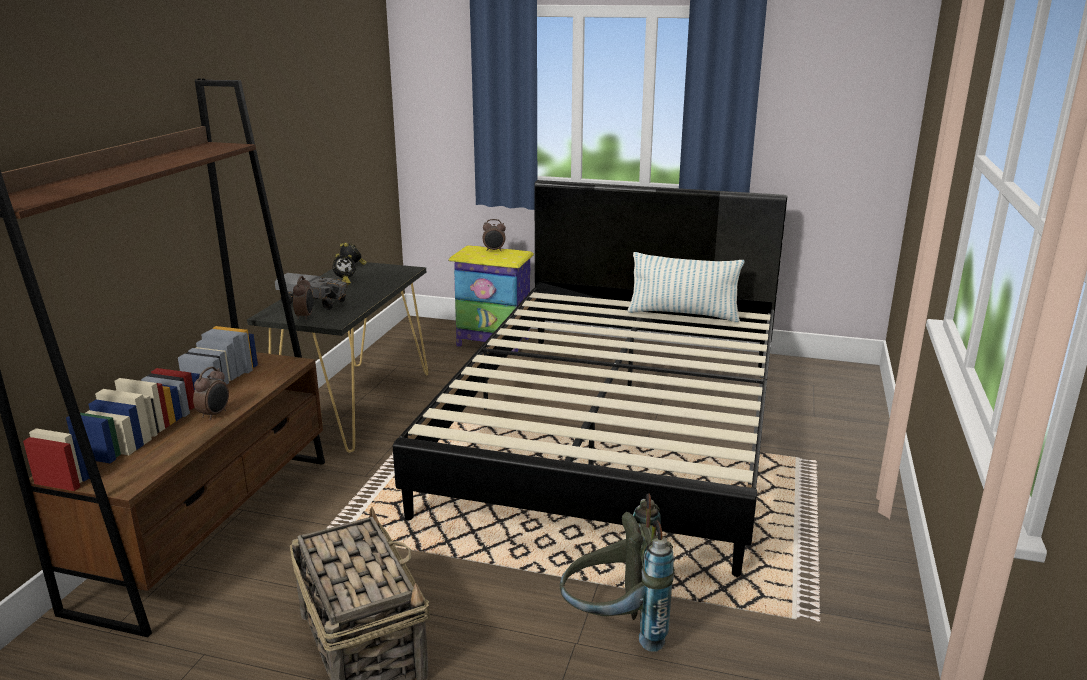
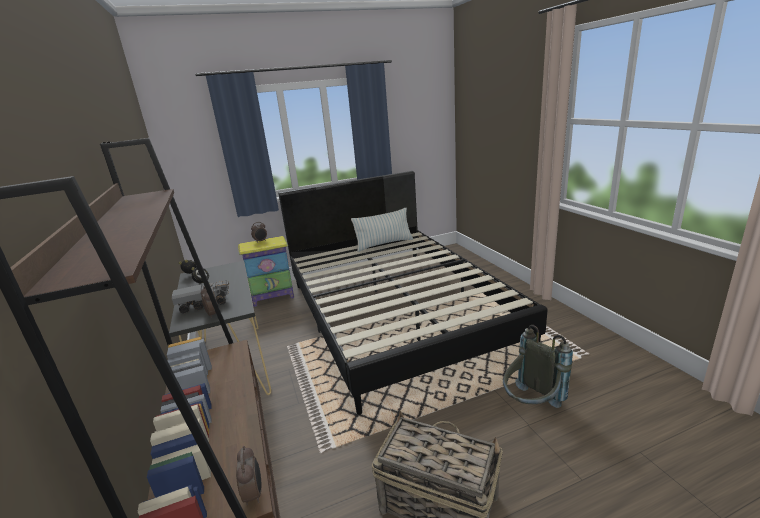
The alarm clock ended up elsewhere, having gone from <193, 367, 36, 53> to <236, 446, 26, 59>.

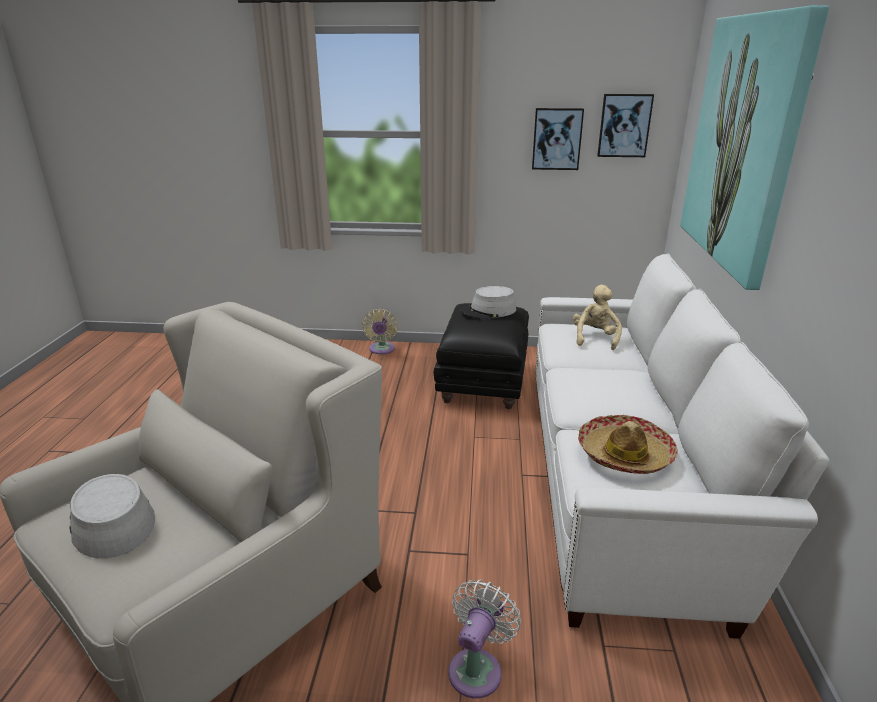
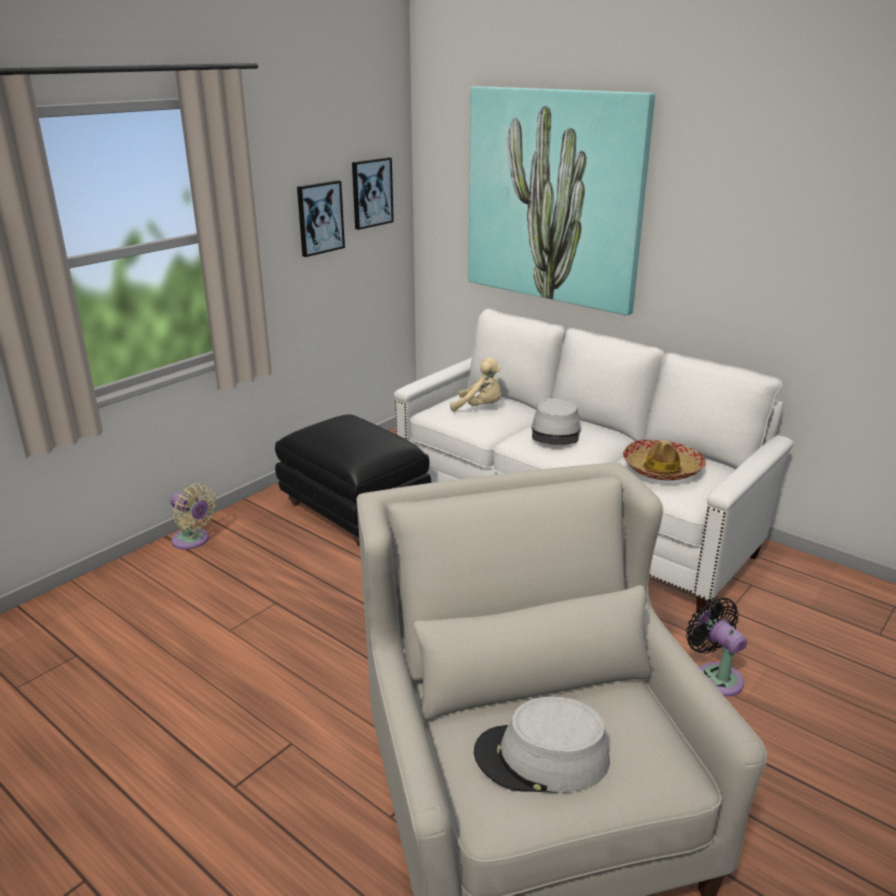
The cuddly toy (beige-coloured) at <572, 285, 50, 65> ended up facing another way, 150 degrees clockwise from before.
The hat (greyish) ended up elsewhere, having gone from <461, 286, 55, 34> to <531, 398, 50, 47>.
What was the electric fan (white) at <448, 580, 73, 119> turned into the electric fan (blackish) at <686, 597, 61, 100>.

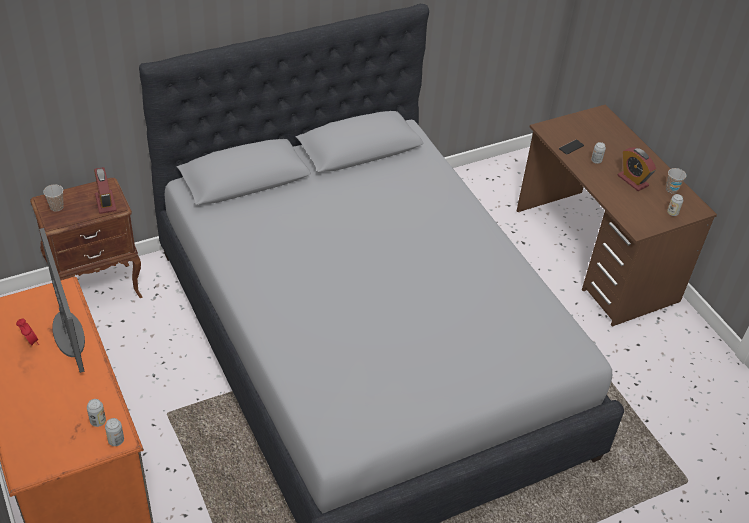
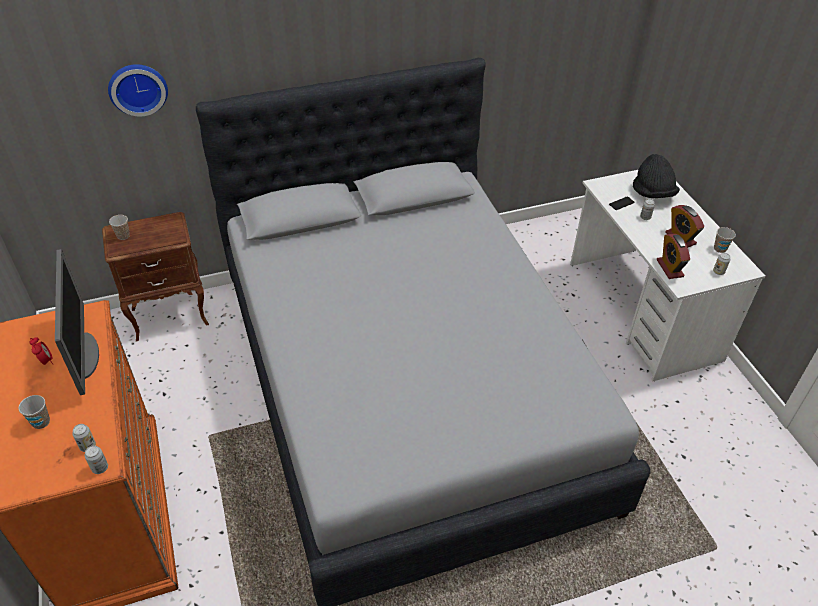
The second view gained the small cup at <18, 395, 32, 34>.
The second view gained the clock on the wall at <108, 64, 60, 52>.
What was the desk table (brown-coloured) at <517, 104, 200, 223> turned into the desk table (white) at <570, 170, 196, 211>.
The second view gained the hat (blackish) at <633, 154, 47, 44>.
The alarm clock ended up elsewhere, having gone from <94, 167, 23, 47> to <656, 234, 34, 45>.

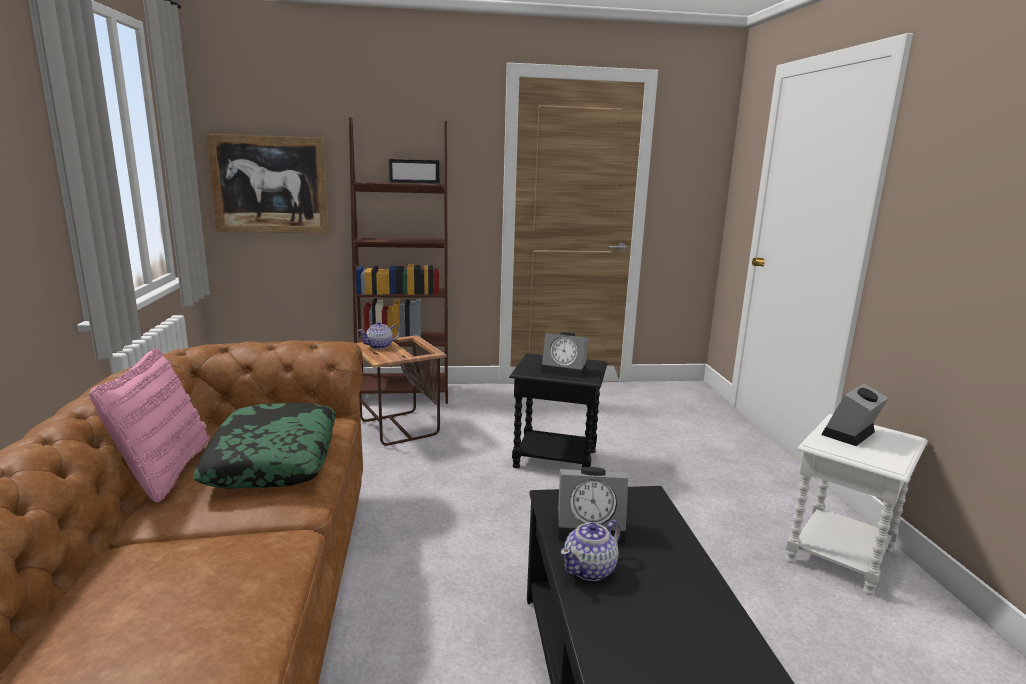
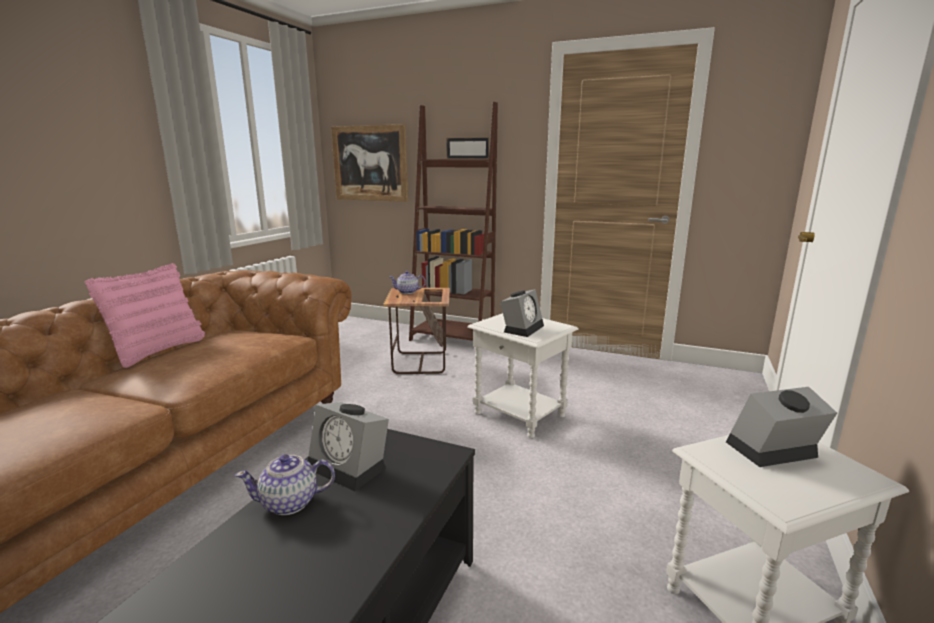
What was the accent table (blackish) at <509, 353, 99, 115> turned into the accent table (white) at <467, 313, 112, 125>.
The alarm clock at <541, 332, 48, 46> ended up facing another way, 105 degrees counterclockwise from before.
The second view lost the cushion at <192, 403, 144, 86>.

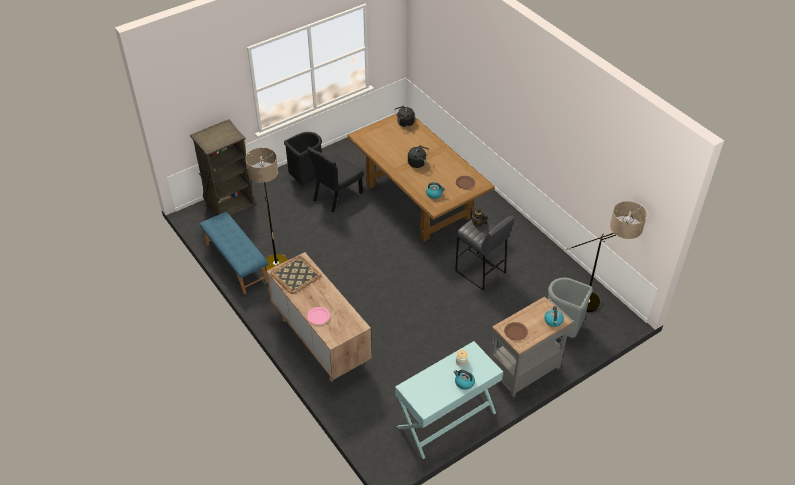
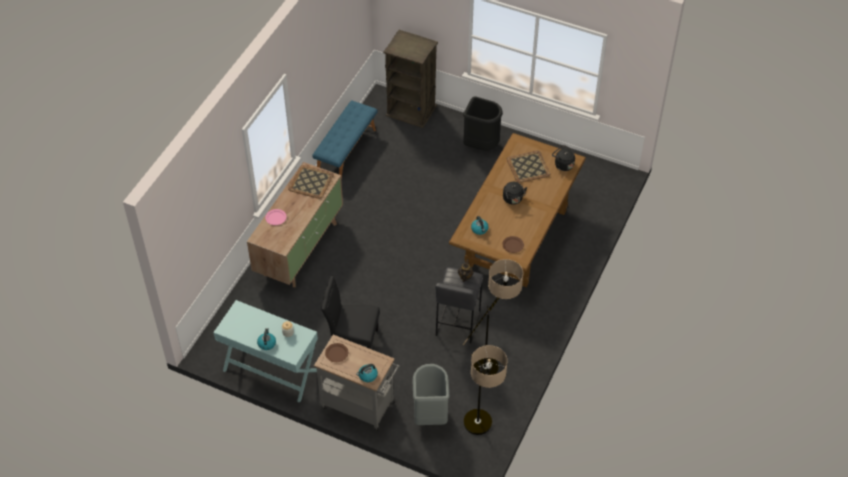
The upright chair (blackish) ended up elsewhere, having gone from <307, 147, 57, 65> to <321, 276, 59, 73>.
The standing lamp ended up elsewhere, having gone from <245, 148, 43, 123> to <463, 259, 60, 116>.
The second view gained the carrying tray at <507, 151, 44, 32>.

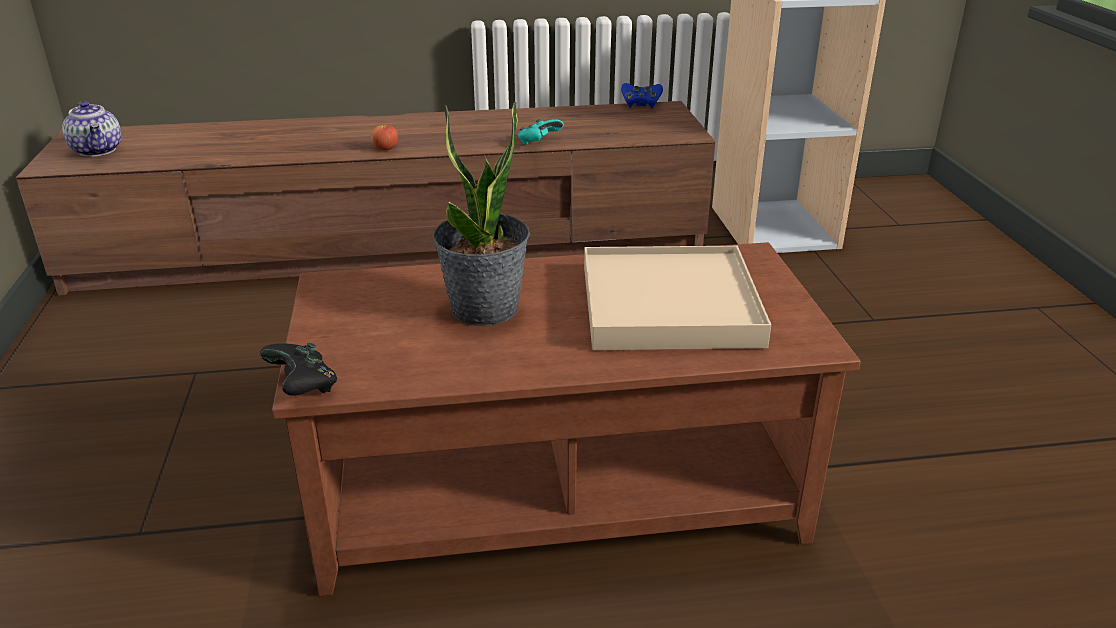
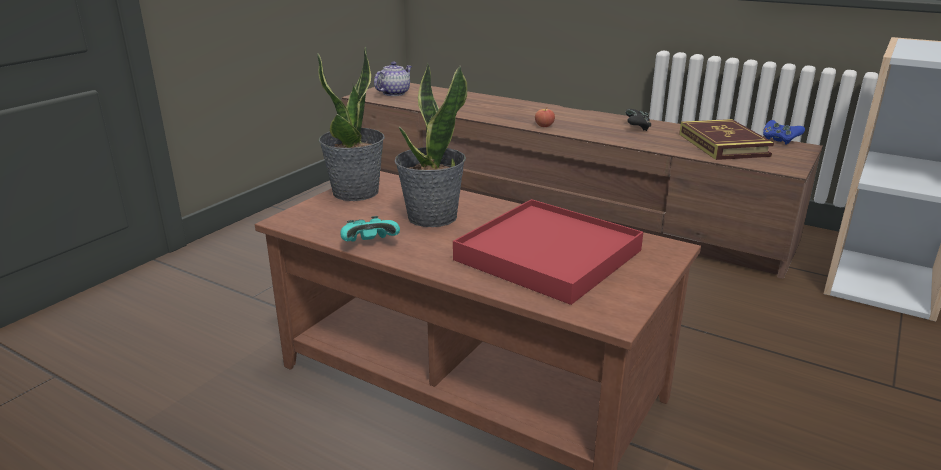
The second view gained the plant in a pot at <317, 46, 68, 155>.
The joypad (turquoise) ended up elsewhere, having gone from <518, 119, 46, 26> to <340, 216, 60, 26>.
The teapot at <62, 101, 60, 56> ended up facing another way, 150 degrees counterclockwise from before.
What was the carrying tray (beige-coloured) at <584, 246, 187, 104> turned into the carrying tray (reddish) at <453, 199, 190, 106>.
The joypad (blackish) ended up elsewhere, having gone from <260, 343, 77, 53> to <625, 109, 26, 22>.
The second view gained the volume at <679, 119, 95, 41>.

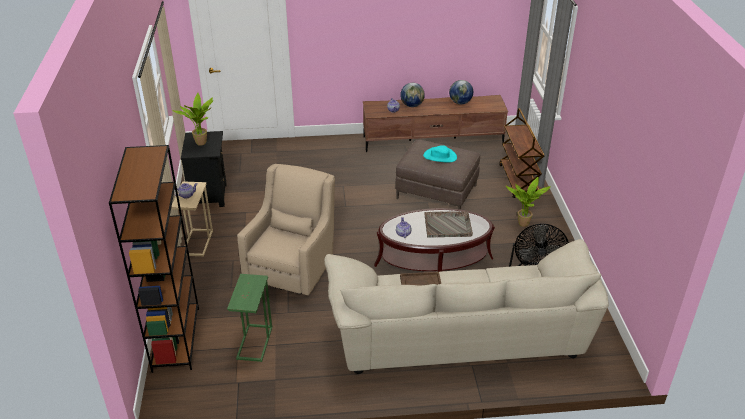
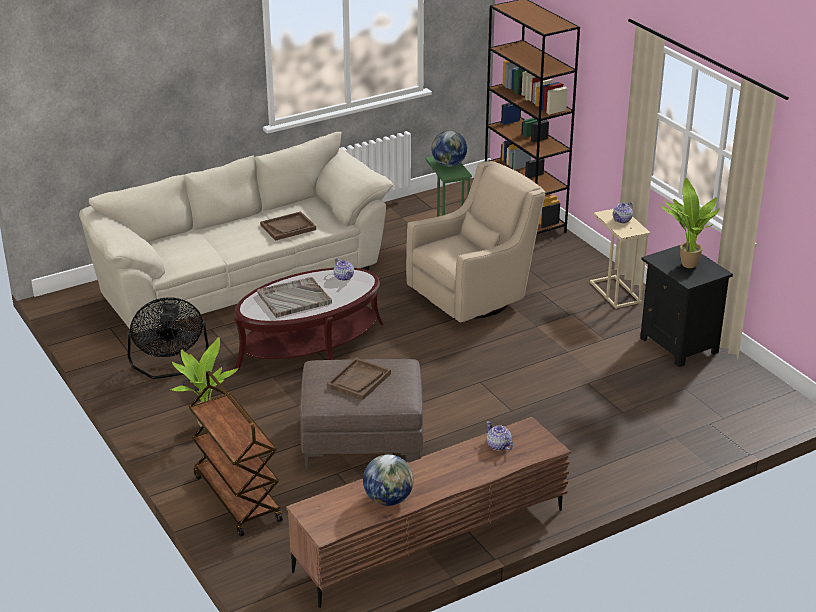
Where the hat (turquoise) stood at <423, 145, 34, 18>, the carrying tray (brown-coloured) came to stand at <327, 358, 64, 42>.
The easy chair (beige-coloured) at <237, 164, 98, 131> ended up facing another way, 120 degrees counterclockwise from before.
The globe ended up elsewhere, having gone from <400, 83, 25, 24> to <431, 130, 36, 37>.

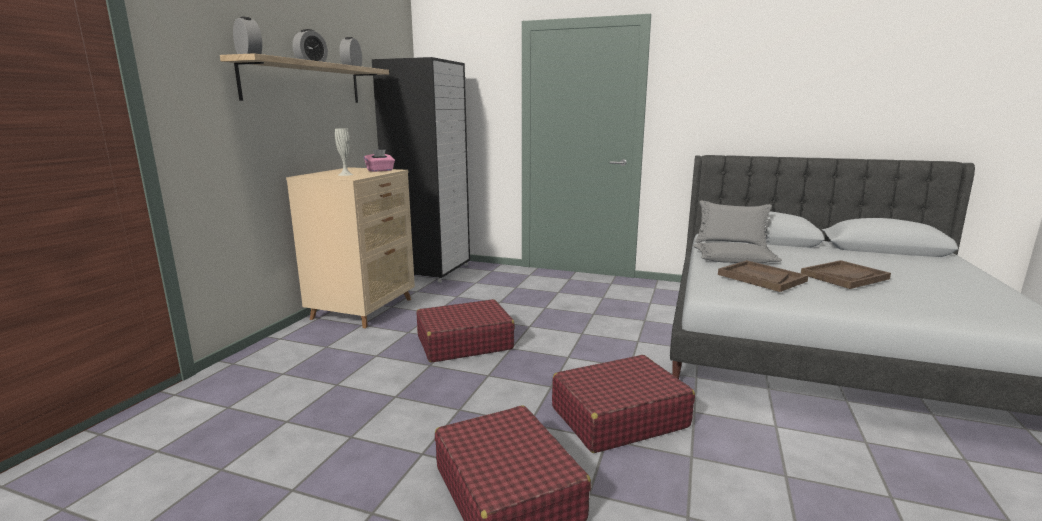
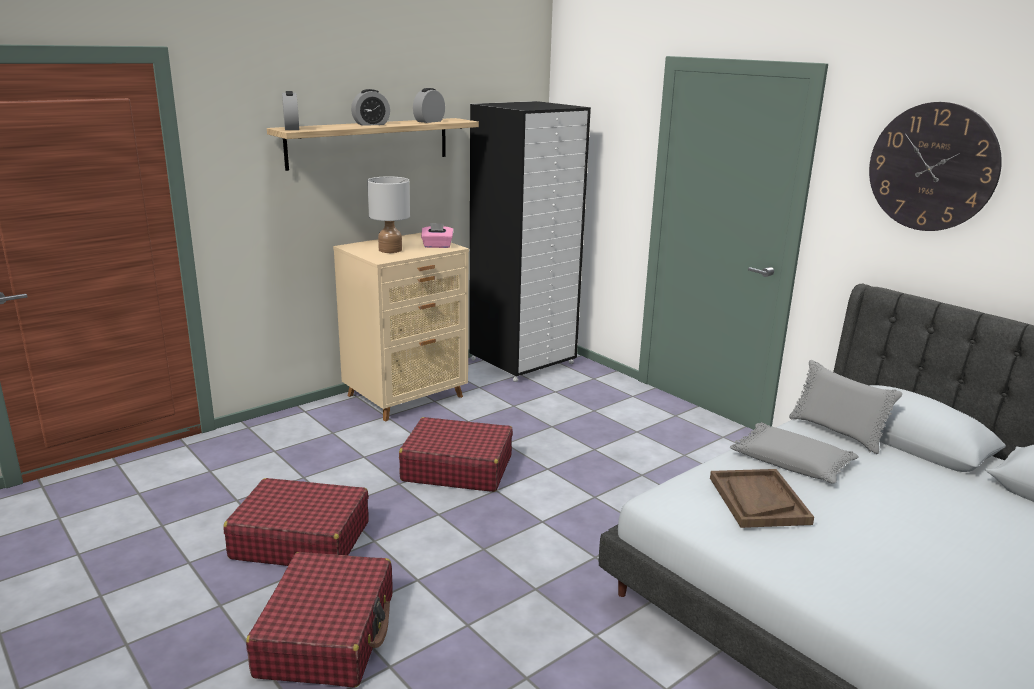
The piece of luggage (reddish) ended up elsewhere, having gone from <552, 355, 143, 98> to <223, 478, 146, 88>.
Where the decorative vase (white) stood at <335, 128, 19, 48>, the table lamp (greyish) came to stand at <367, 176, 43, 77>.
The second view gained the clock on the wall at <869, 102, 133, 129>.
The second view lost the carrying tray (brown-coloured) at <801, 260, 90, 29>.

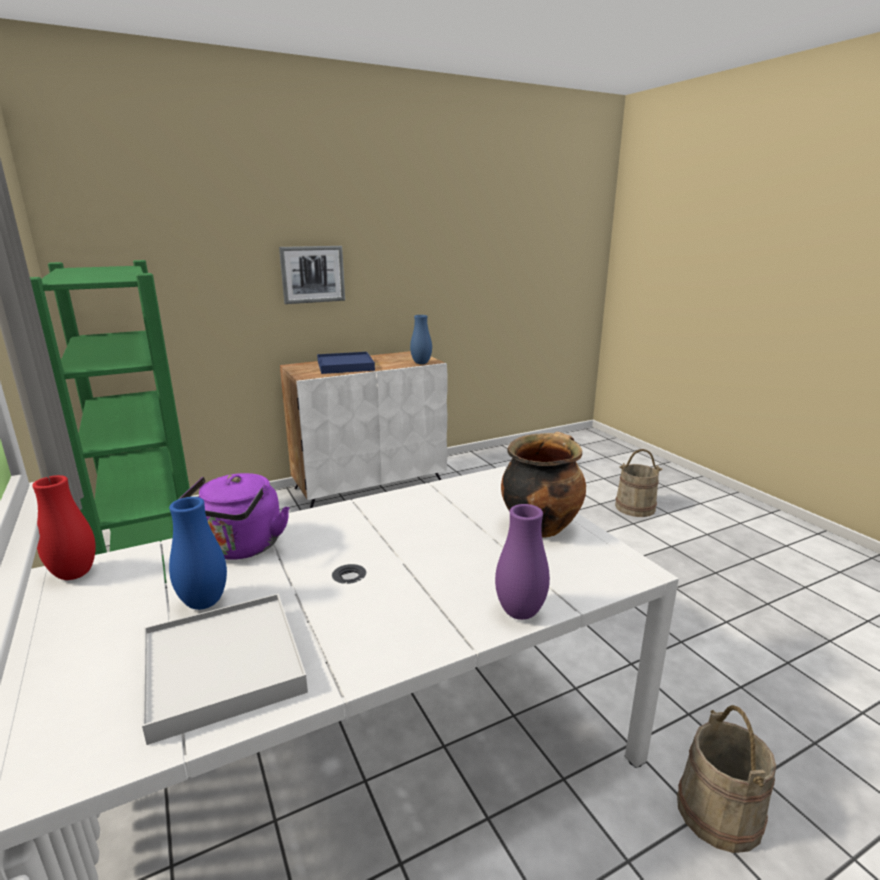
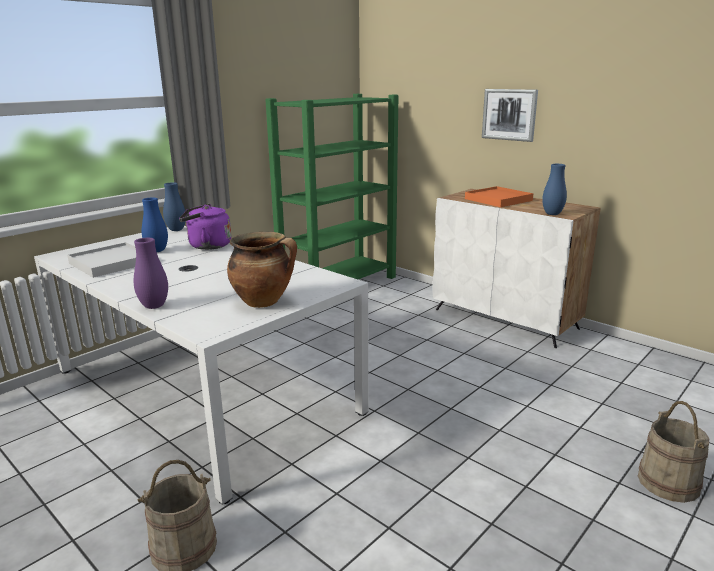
What was the decorative vase (reddish) at <32, 475, 64, 105> turned into the decorative vase (blue) at <163, 182, 23, 49>.
What was the carrying tray (blue) at <317, 352, 58, 22> turned into the carrying tray (orange) at <465, 186, 69, 21>.

